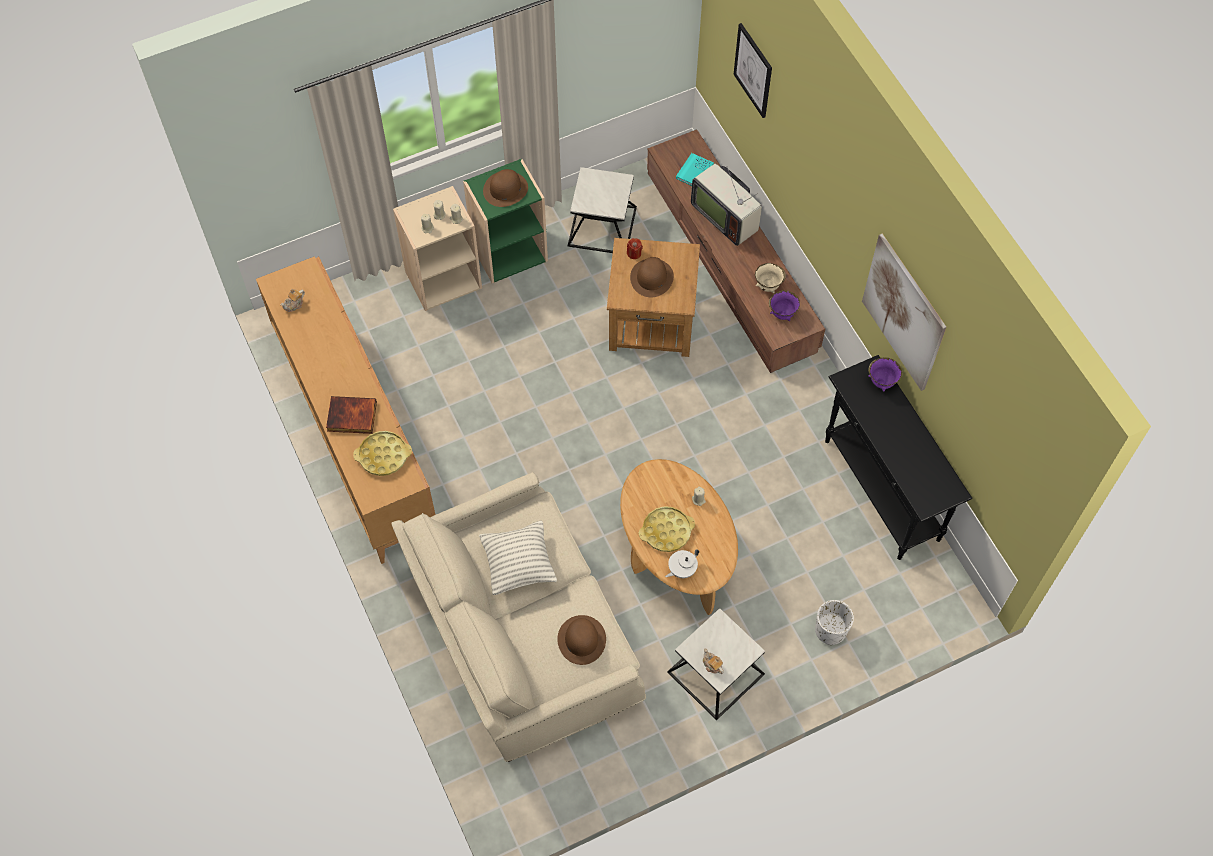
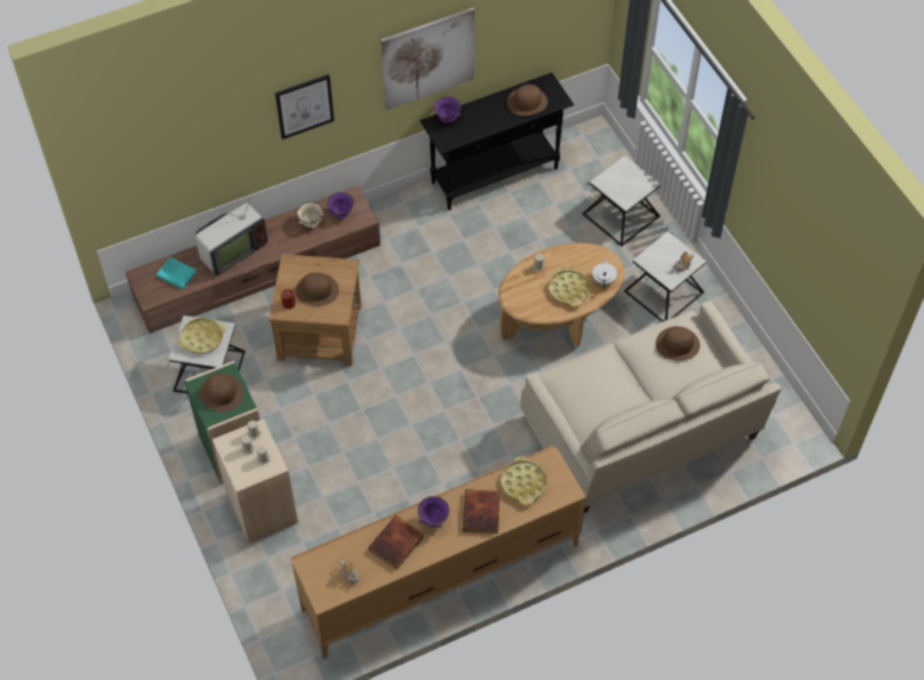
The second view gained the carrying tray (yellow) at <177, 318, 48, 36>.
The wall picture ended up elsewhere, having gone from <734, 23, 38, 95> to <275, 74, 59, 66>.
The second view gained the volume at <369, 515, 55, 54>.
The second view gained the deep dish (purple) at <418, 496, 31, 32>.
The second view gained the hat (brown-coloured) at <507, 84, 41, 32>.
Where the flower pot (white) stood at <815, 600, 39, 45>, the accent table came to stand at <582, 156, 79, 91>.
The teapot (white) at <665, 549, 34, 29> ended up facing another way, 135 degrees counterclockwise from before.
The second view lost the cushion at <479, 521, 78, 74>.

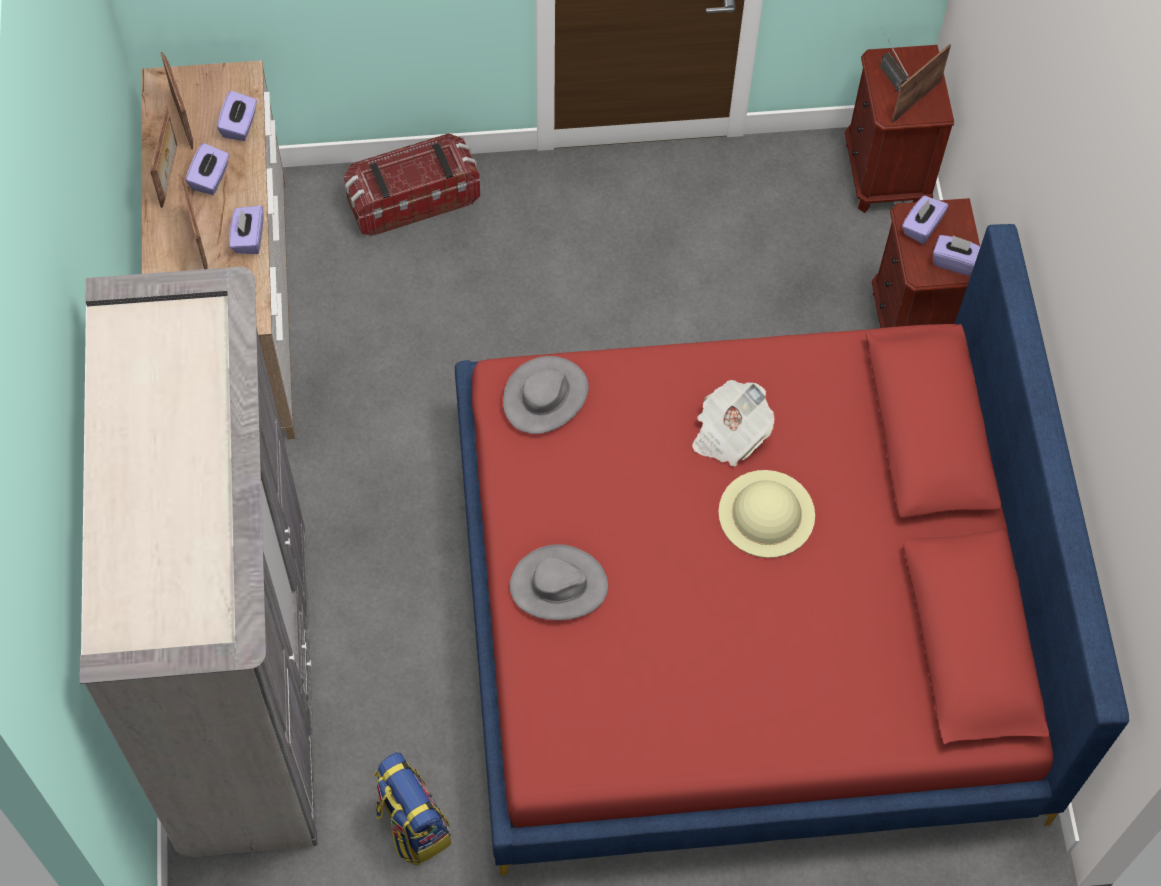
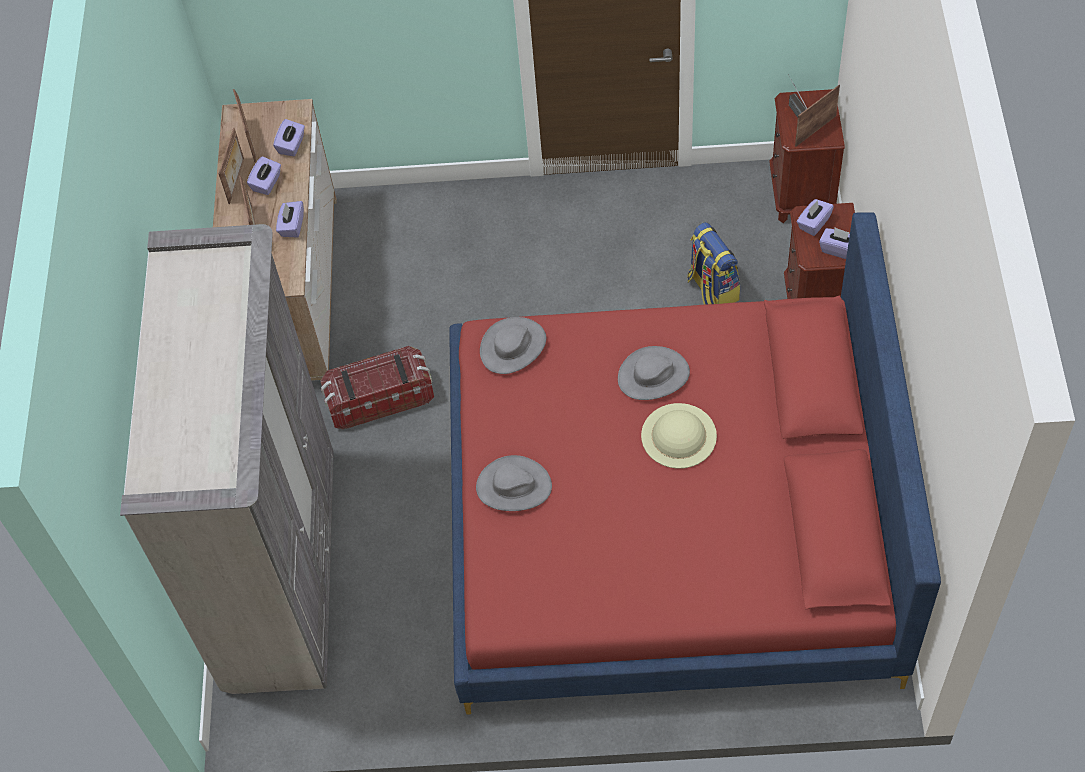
The storage box ended up elsewhere, having gone from <344, 133, 136, 104> to <320, 346, 114, 84>.
Where the daily paper stood at <692, 380, 83, 86>, the hat (greyish) came to stand at <618, 346, 72, 54>.
The rucksack ended up elsewhere, having gone from <374, 752, 77, 113> to <687, 222, 53, 83>.

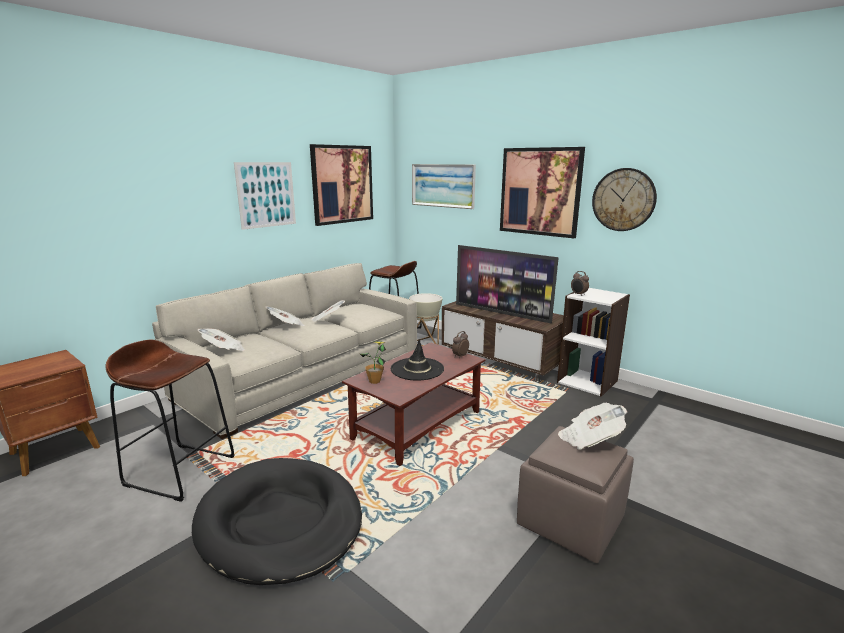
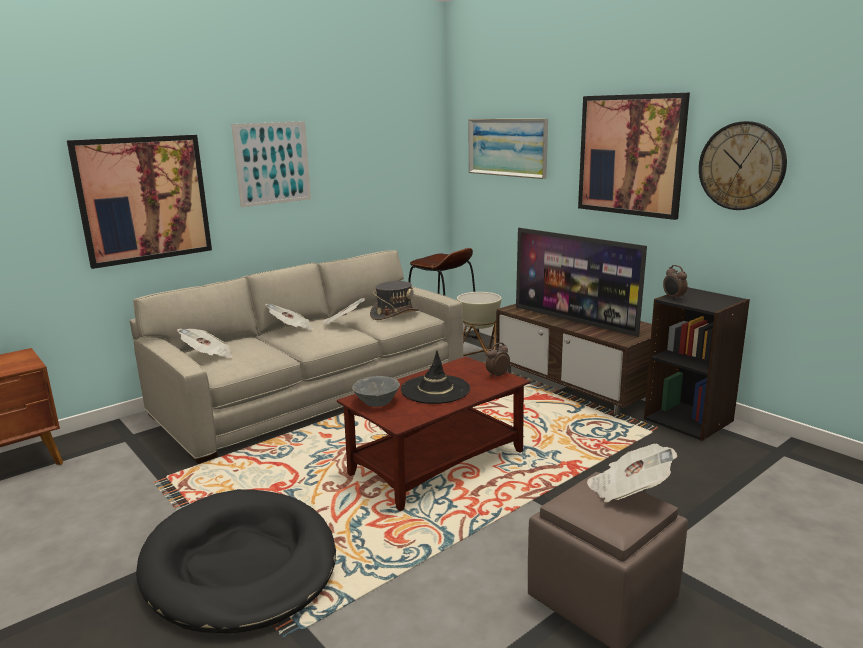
The wall picture ended up elsewhere, having gone from <310, 144, 63, 82> to <67, 135, 145, 134>.
Where the plant in a pot stood at <360, 341, 26, 43>, the deep dish (greyish) came to stand at <352, 376, 48, 31>.
The second view gained the hat (greyish) at <370, 281, 49, 39>.
What was the shelving unit (white) at <557, 288, 73, 109> turned into the shelving unit (blackish) at <644, 287, 106, 154>.
The second view lost the stool (brown-coloured) at <106, 340, 129, 162>.

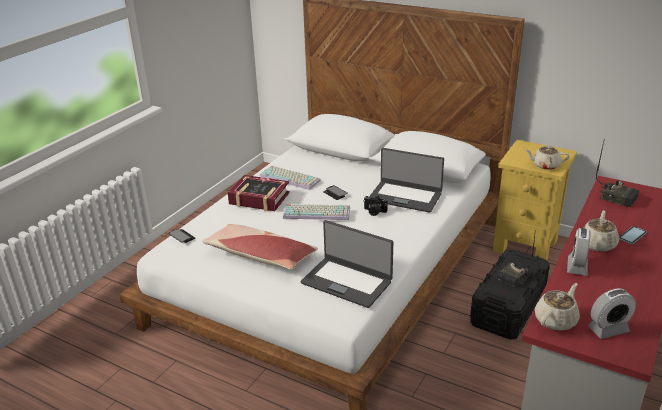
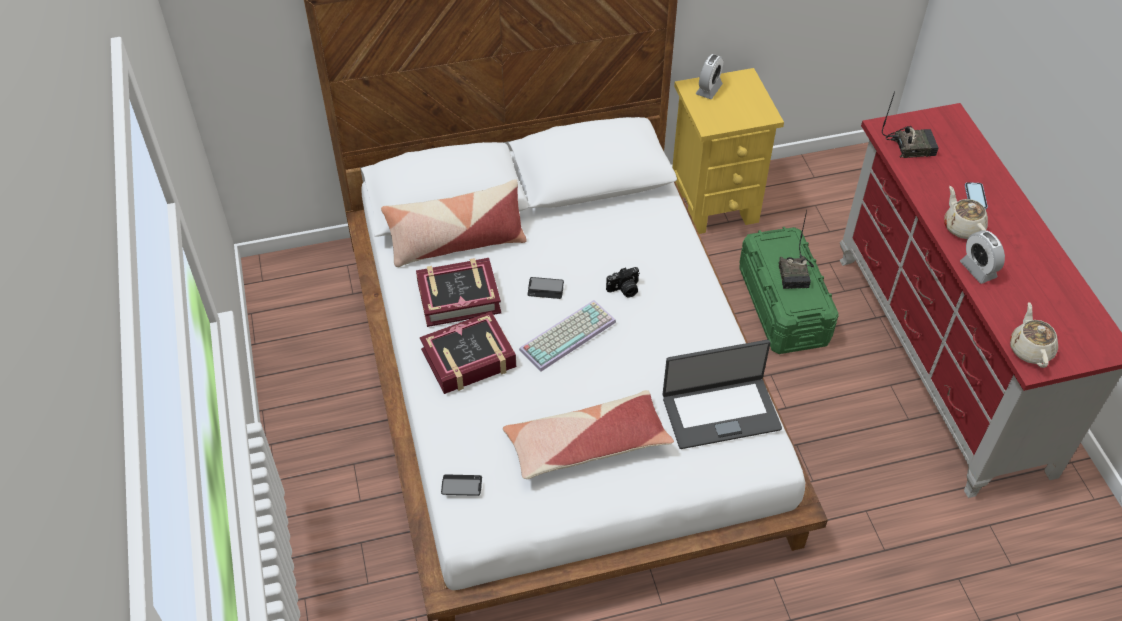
The second view gained the cushion at <381, 180, 146, 87>.
Where the computer keyboard stood at <260, 166, 61, 24>, the volume came to stand at <416, 258, 85, 69>.
The alarm clock ended up elsewhere, having gone from <588, 288, 48, 51> to <696, 54, 27, 45>.
What was the storage box (blackish) at <470, 249, 80, 91> turned into the storage box (green-coloured) at <739, 227, 100, 127>.
The second view lost the laptop at <370, 148, 74, 65>.
The second view lost the teapot (beige-coloured) at <525, 146, 44, 24>.

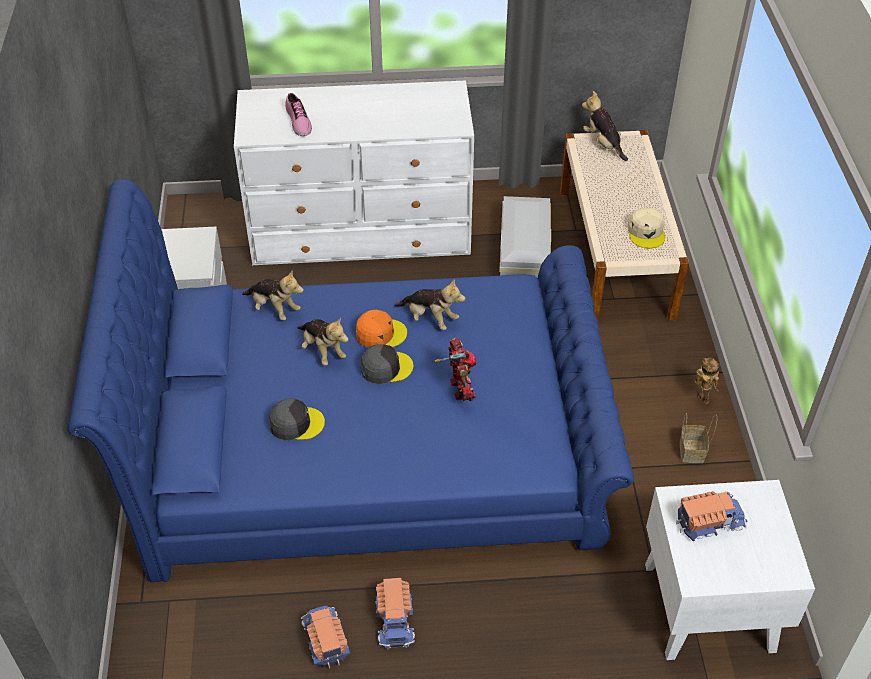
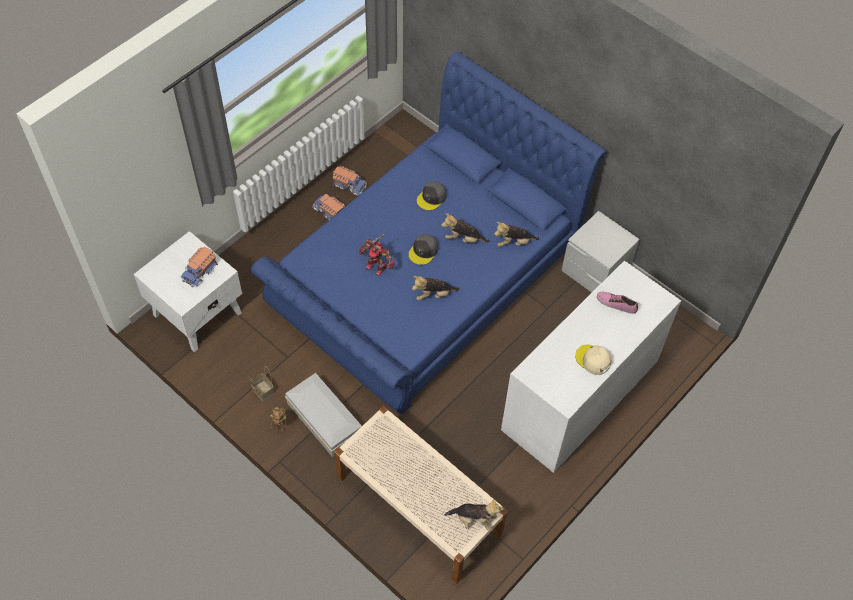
The storage box (white) ended up elsewhere, having gone from <499, 196, 52, 82> to <285, 373, 77, 84>.
The peaked cap (beige-coloured) ended up elsewhere, having gone from <628, 208, 37, 41> to <575, 345, 37, 30>.
The second view lost the peaked cap (orange) at <356, 310, 51, 38>.

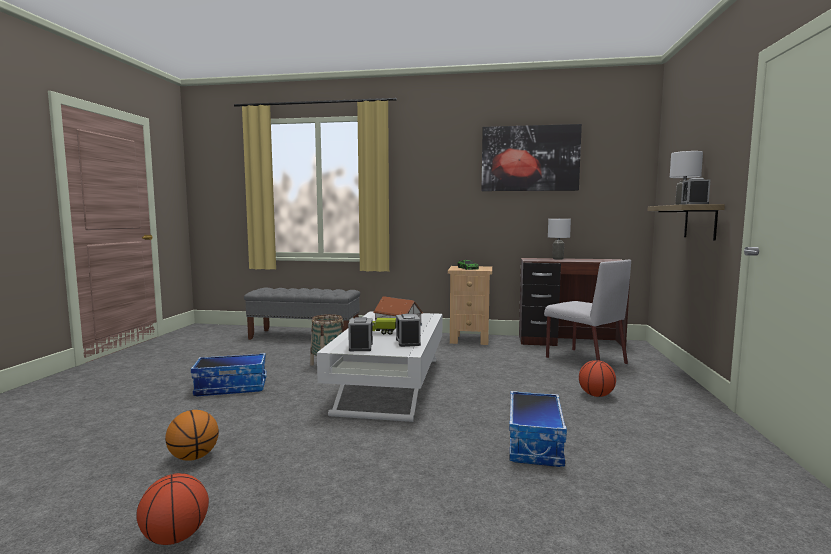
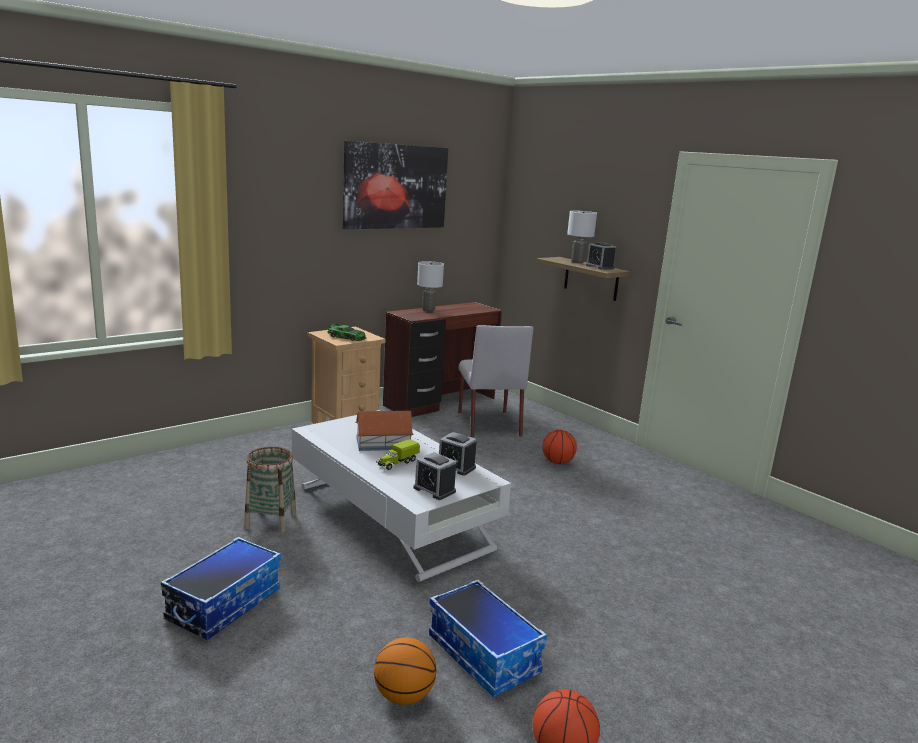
The storage box ended up elsewhere, having gone from <509, 391, 58, 76> to <429, 579, 118, 119>.
The upright chair (greyish) at <544, 259, 87, 105> ended up facing another way, 75 degrees clockwise from before.
The second view lost the indoor bench (greyish) at <244, 288, 116, 52>.

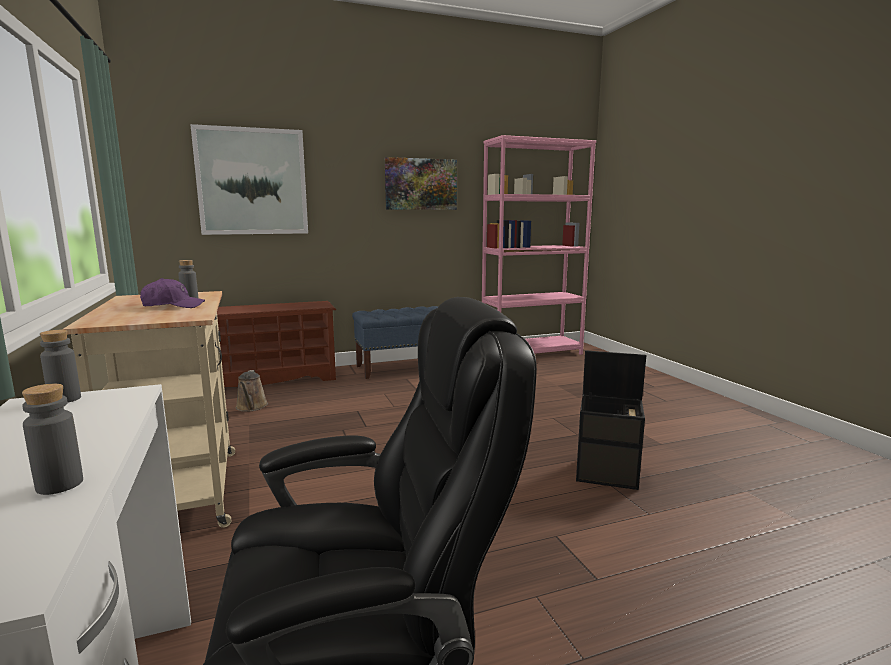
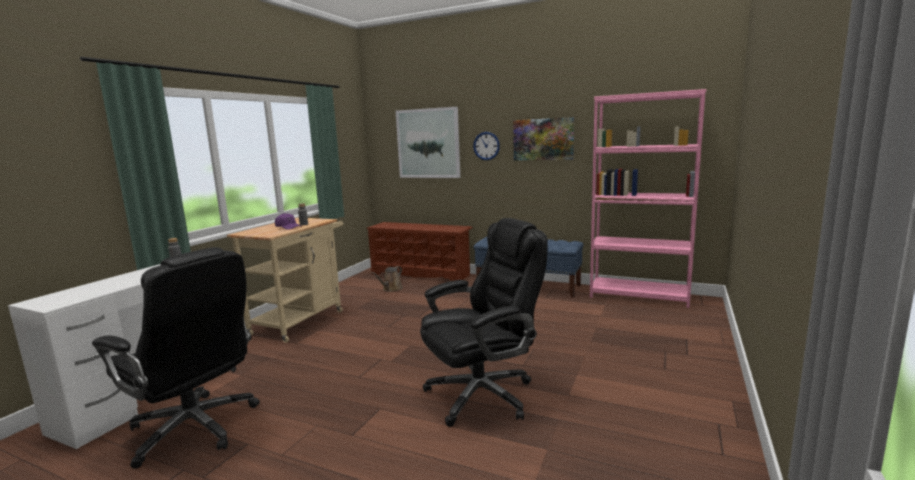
Where the storage box (blackish) stood at <576, 350, 70, 140>, the office chair (blackish) came to stand at <420, 218, 128, 209>.
The second view gained the clock on the wall at <473, 132, 27, 28>.
The second view lost the beverage bottle (greyish) at <22, 384, 61, 111>.

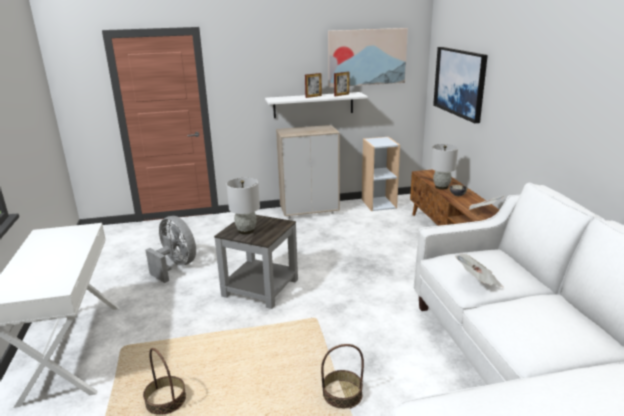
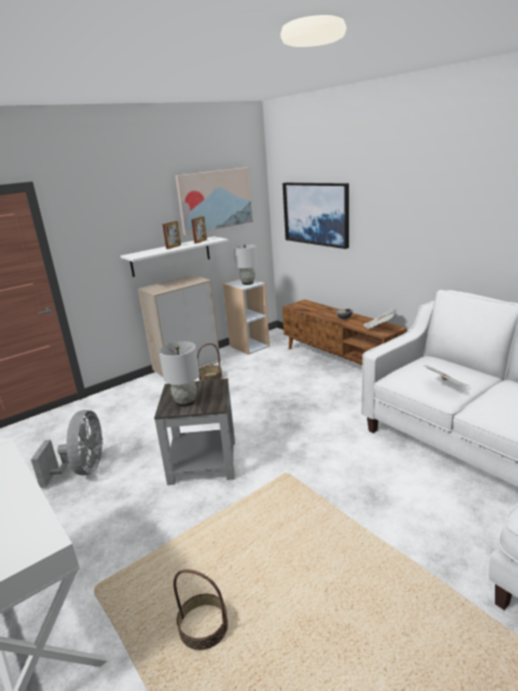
The electric fan (greyish) at <146, 216, 50, 67> ended up facing another way, 75 degrees clockwise from before.
The storage basket ended up elsewhere, having gone from <321, 344, 43, 65> to <197, 343, 26, 38>.
The table lamp (white) ended up elsewhere, having gone from <431, 144, 27, 46> to <234, 244, 24, 41>.

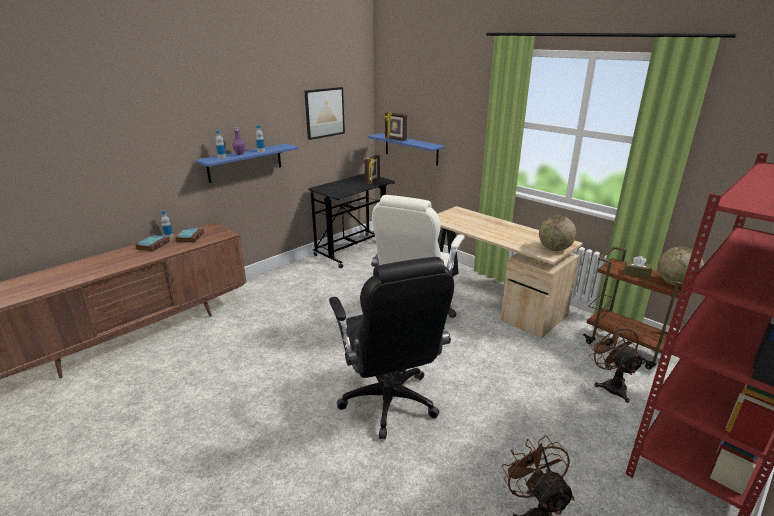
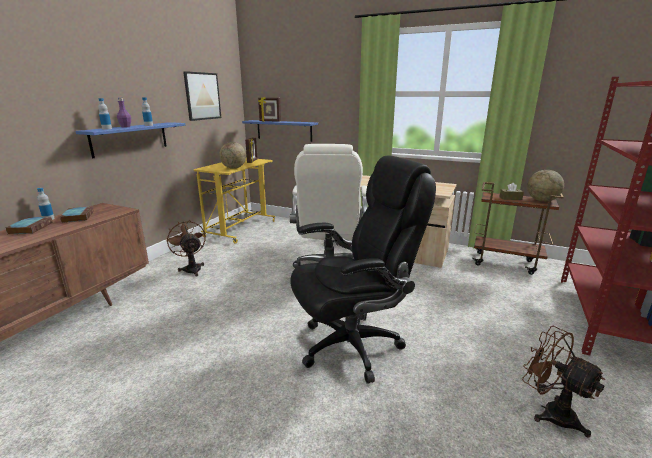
The electric fan (brown-coloured) ended up elsewhere, having gone from <589, 323, 55, 80> to <166, 221, 40, 55>.
What was the desk table (blackish) at <308, 173, 87, 95> turned into the desk table (yellow) at <194, 158, 81, 85>.
The globe ended up elsewhere, having gone from <539, 216, 37, 35> to <219, 142, 27, 27>.
The office chair (blackish) at <329, 257, 125, 183> ended up facing another way, 75 degrees counterclockwise from before.

